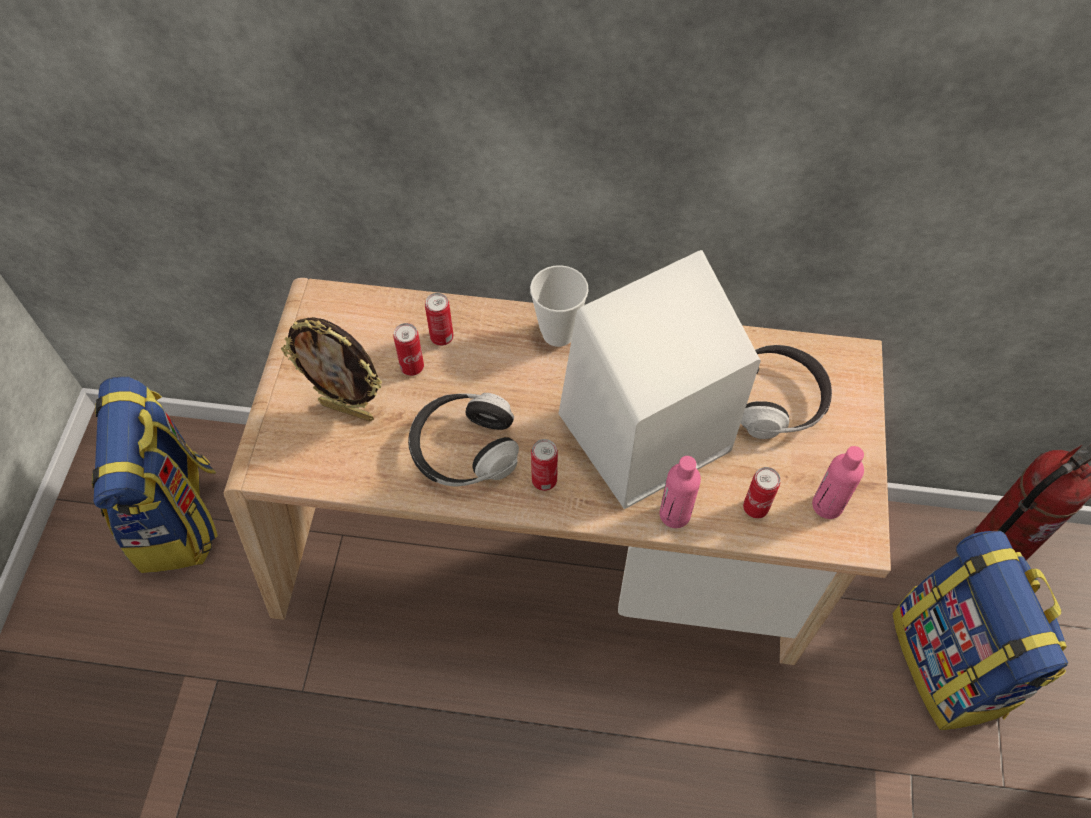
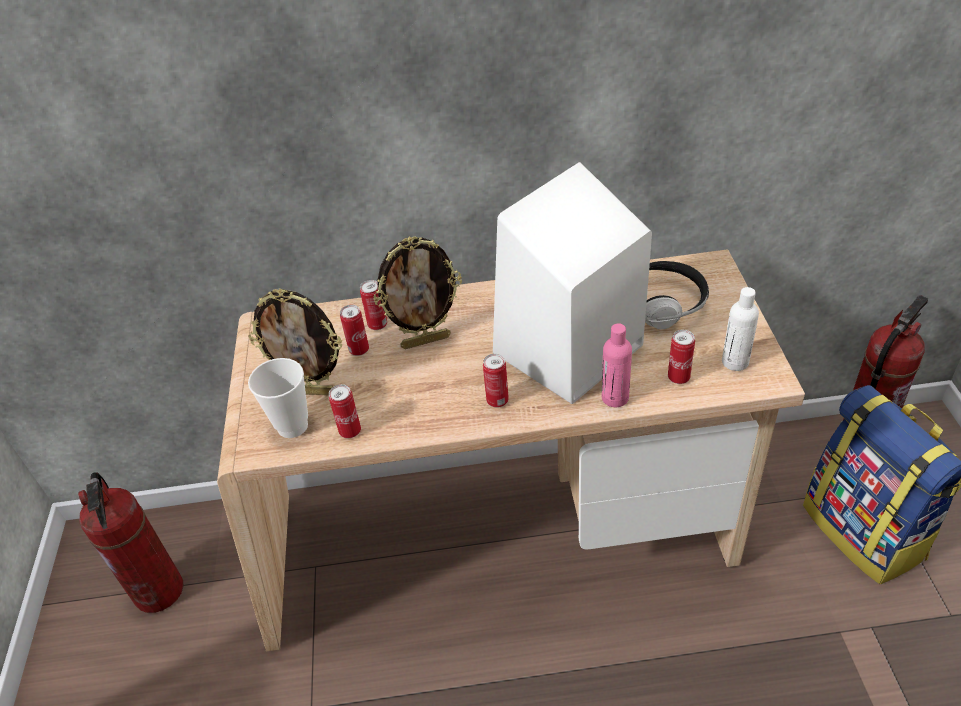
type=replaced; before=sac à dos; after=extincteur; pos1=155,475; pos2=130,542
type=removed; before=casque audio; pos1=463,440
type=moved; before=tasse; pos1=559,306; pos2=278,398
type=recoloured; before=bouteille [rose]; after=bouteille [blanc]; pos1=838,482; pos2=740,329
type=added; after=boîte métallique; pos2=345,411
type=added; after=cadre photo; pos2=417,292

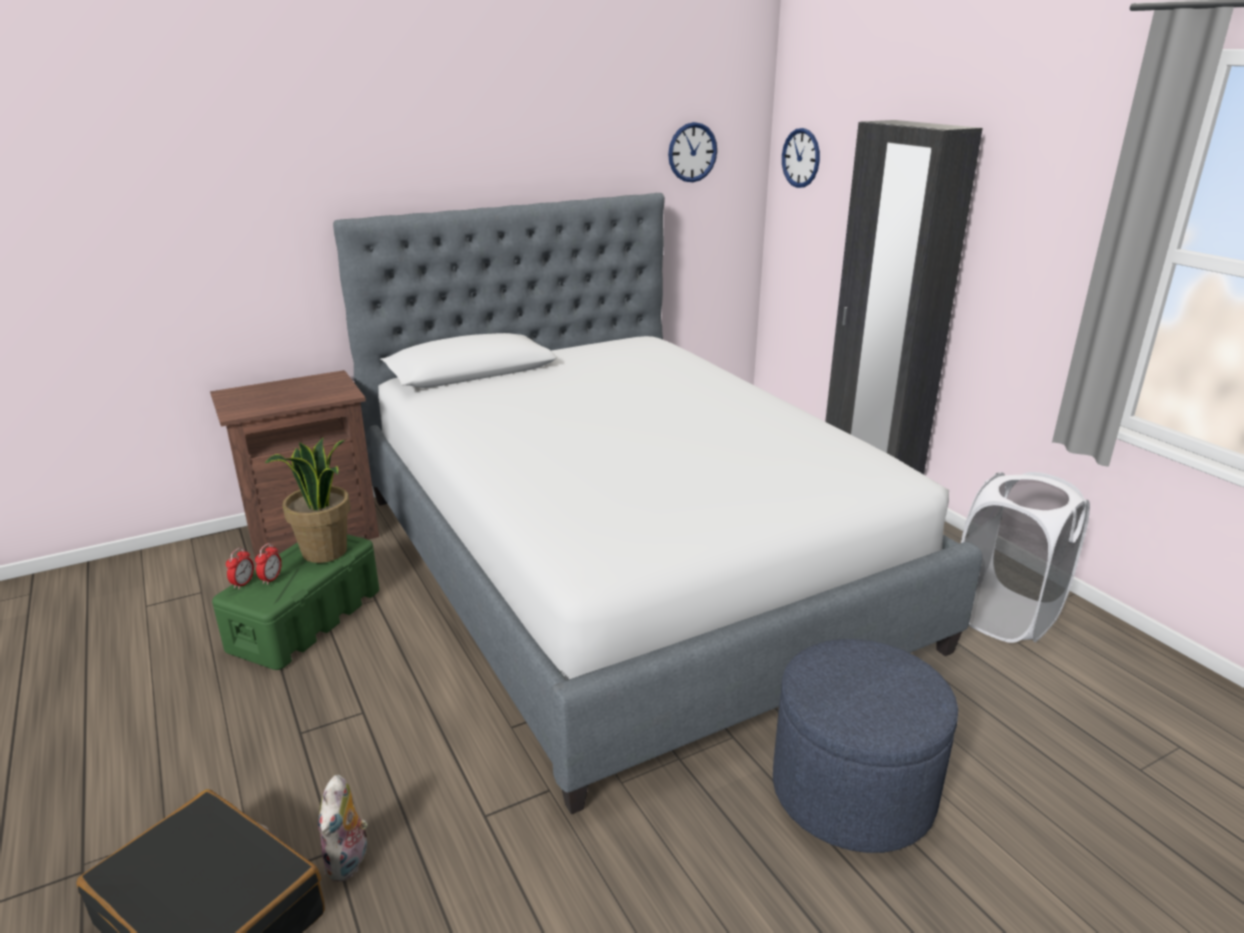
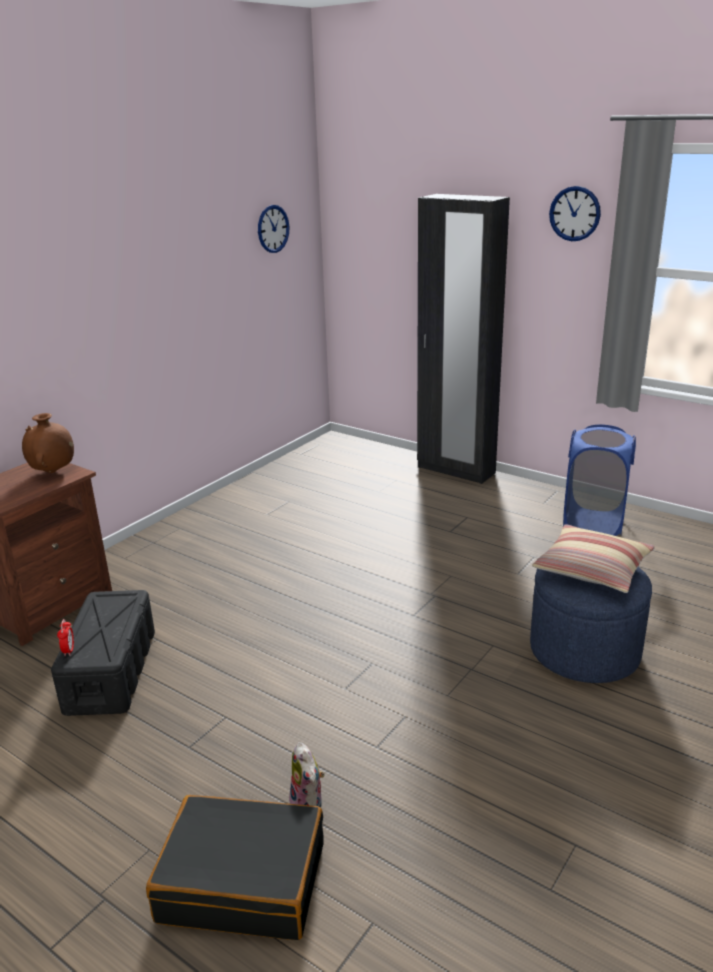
type=recoloured; before=boîte de rangement [vert]; after=boîte de rangement [noir]; pos1=295,602; pos2=103,653
type=removed; before=réveil; pos1=268,564
type=removed; before=plante en pot; pos1=307,500
type=removed; before=lit; pos1=657,503
type=moved; before=horloge murale; pos1=801,158; pos2=575,213
type=recoloured; before=panier à linge [blanc]; after=panier à linge [bleu]; pos1=1025,557; pos2=599,480
type=added; after=vase [marron]; pos2=48,443
type=added; after=coussin; pos2=593,558

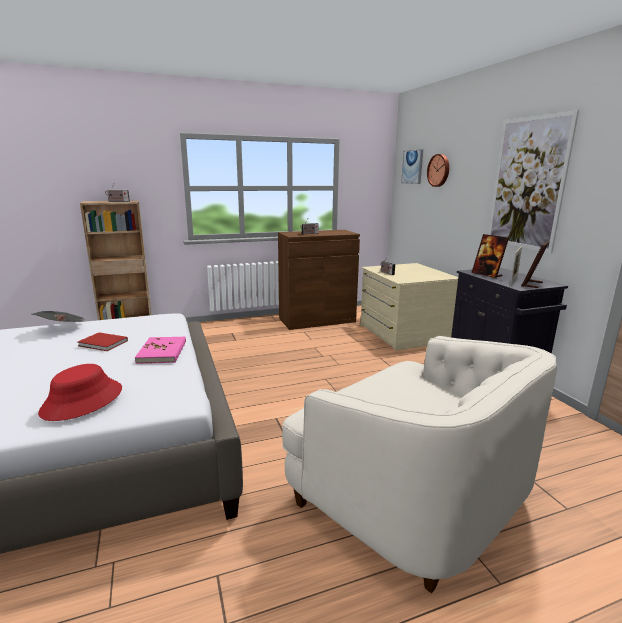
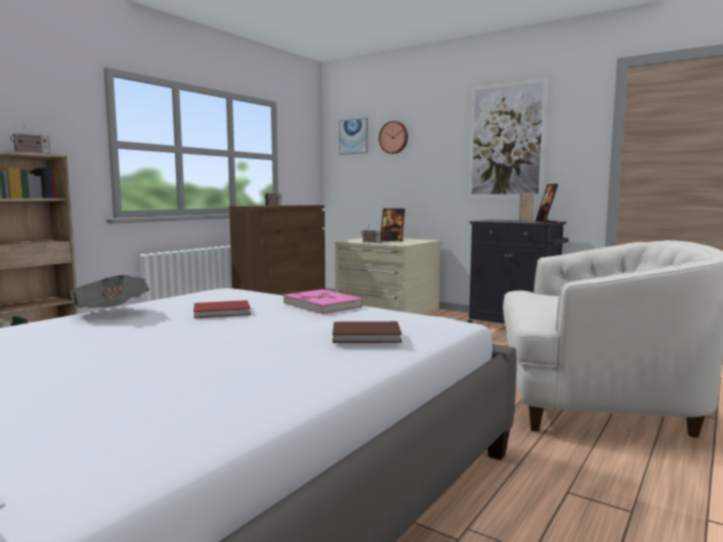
type=replaced; before=chapeau [rouge]; after=livre [marron]; pos1=80,392; pos2=367,332
type=moved; before=cadre photo; pos1=490,256; pos2=393,225

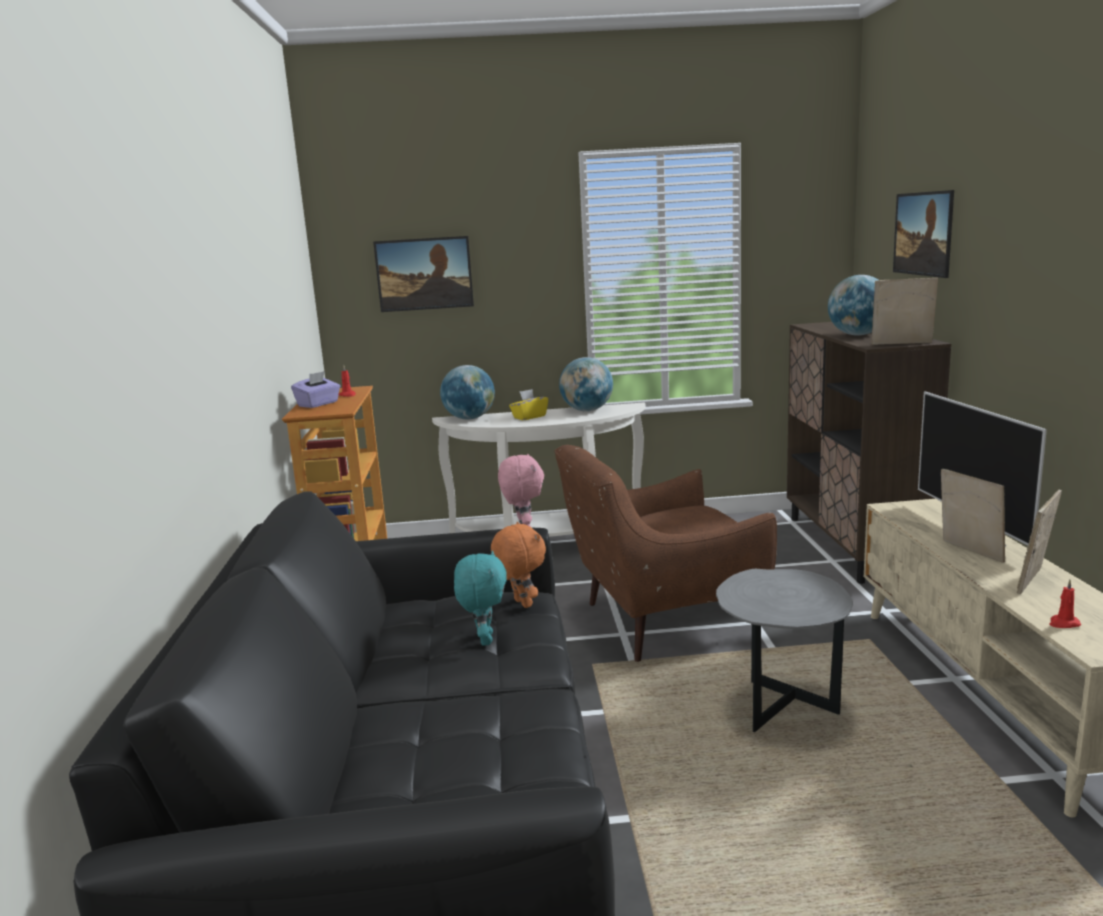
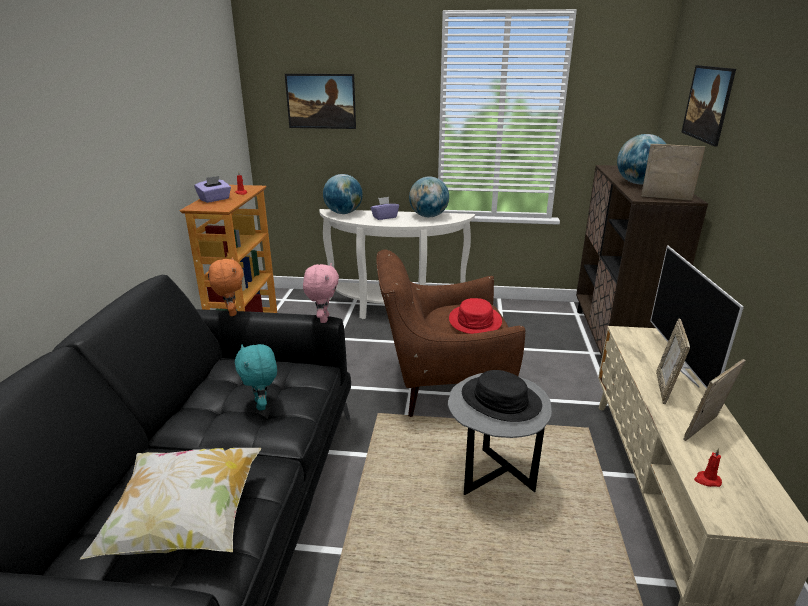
type=turned; before=peluche [turquoise]; pos1=480,598; pos2=256,377; turn=150
type=moved; before=peluche [orange]; pos1=518,565; pos2=226,286
type=recoloured; before=boîte à mouchoirs [jaune]; after=boîte à mouchoirs [violet]; pos1=528,404; pos2=384,208
type=turned; before=cadre photo; pos1=973,516; pos2=673,361; turn=-150
type=added; after=coussin; pos2=170,504
type=added; after=chapeau [rouge]; pos2=475,316
type=added; after=chapeau [noir]; pos2=502,396

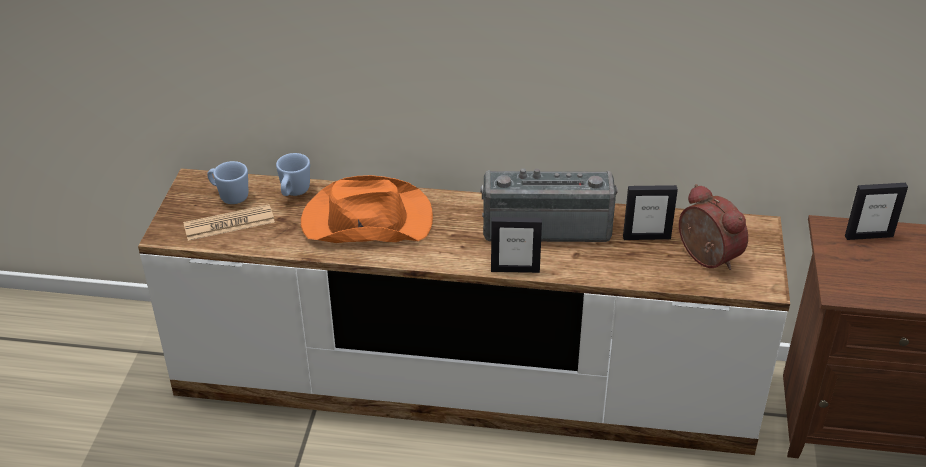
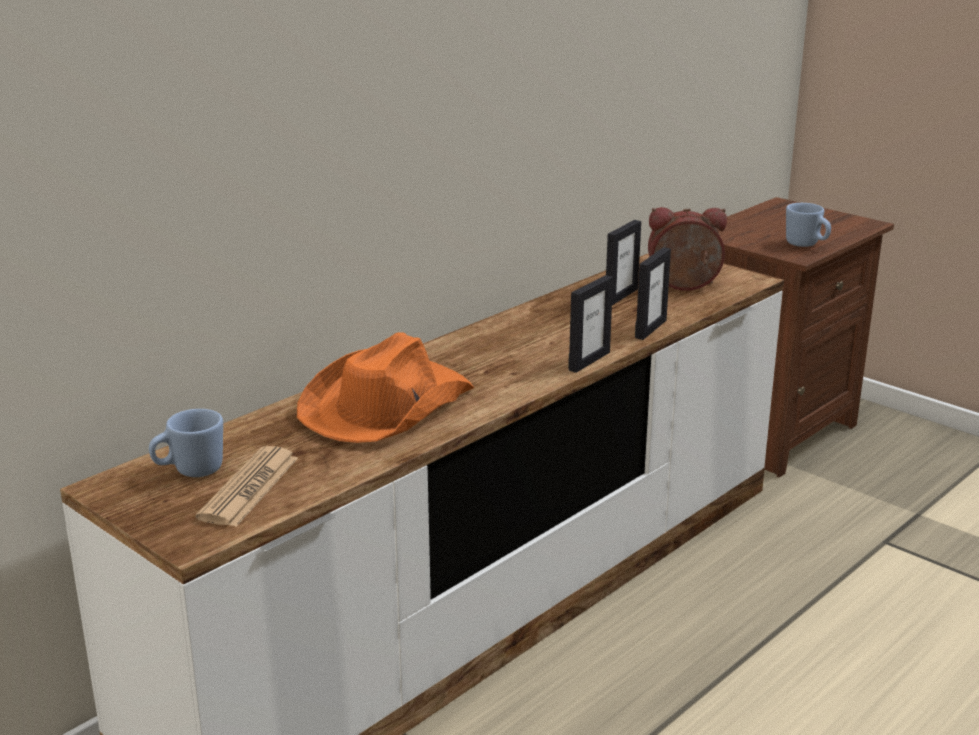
type=moved; before=mug [bleu]; pos1=293,174; pos2=808,225
type=removed; before=radio; pos1=549,205
type=moved; before=cadre photo; pos1=876,211; pos2=653,293

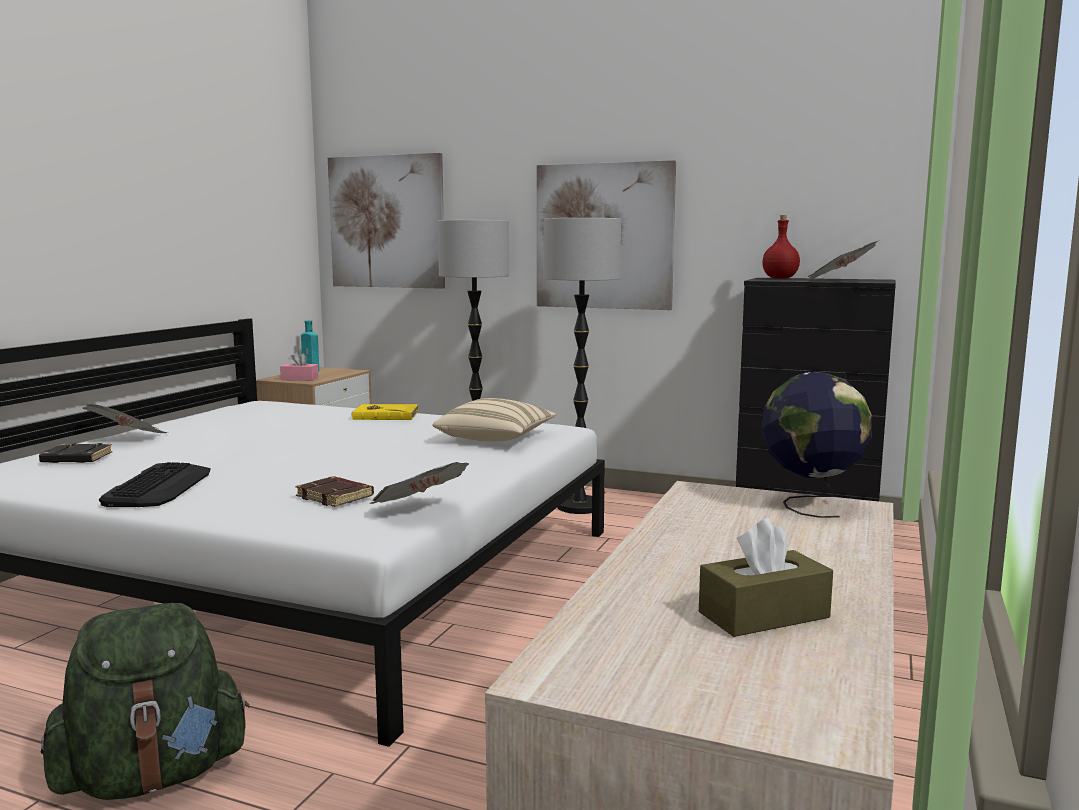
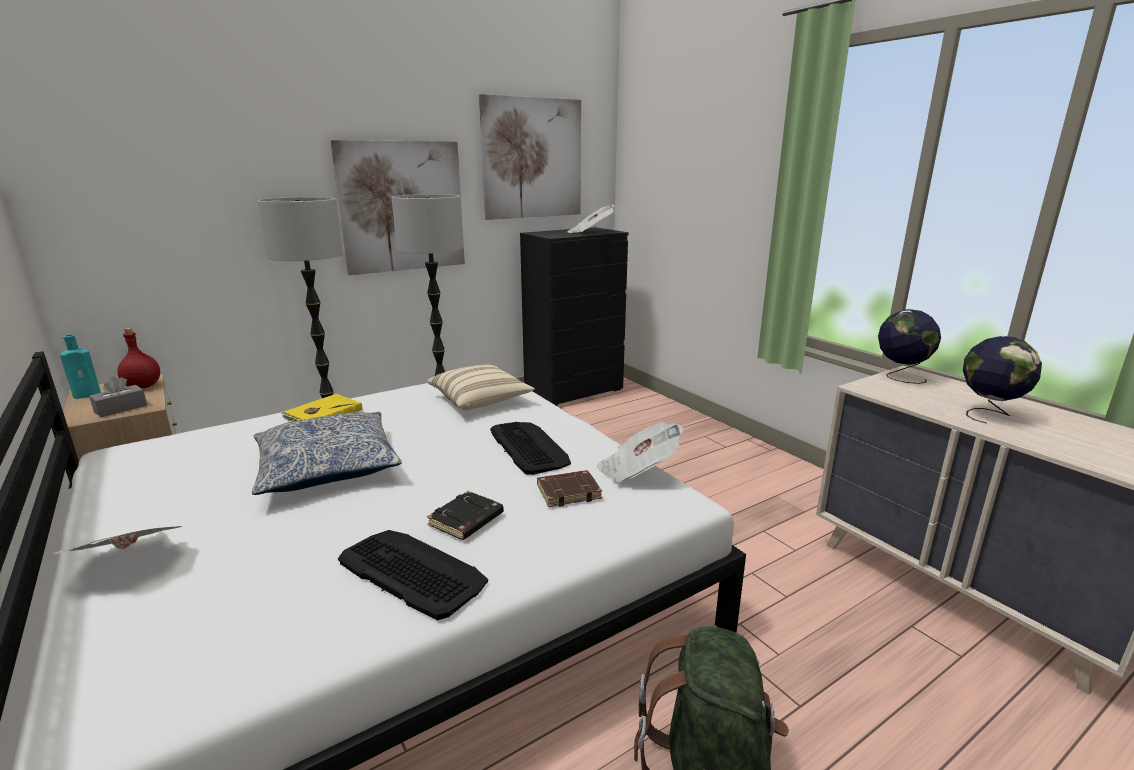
type=moved; before=livre [noir]; pos1=75,453; pos2=465,515
type=recoloured; before=boîte à mouchoirs [rose]; after=boîte à mouchoirs [gris]; pos1=299,366; pos2=118,397
type=moved; before=tableau; pos1=386,221; pos2=530,157
type=removed; before=boîte à mouchoirs [marron]; pos1=766,577
type=moved; before=bouteille [rouge]; pos1=781,247; pos2=138,358
type=added; after=coussin; pos2=327,453
type=added; after=clavier; pos2=530,448
type=added; after=globe; pos2=1002,380

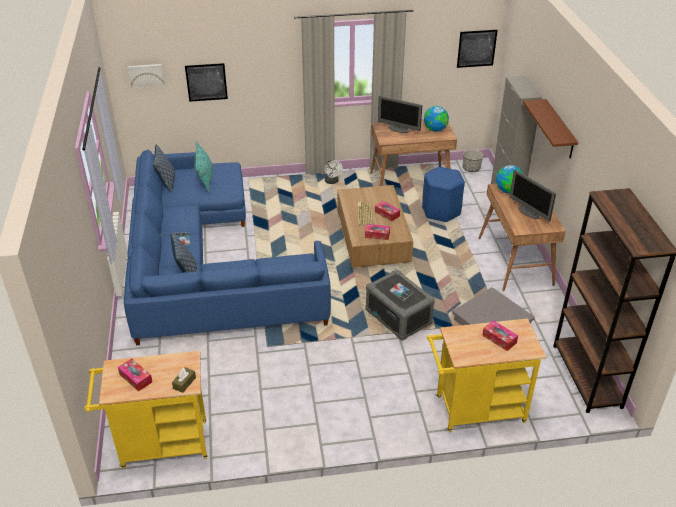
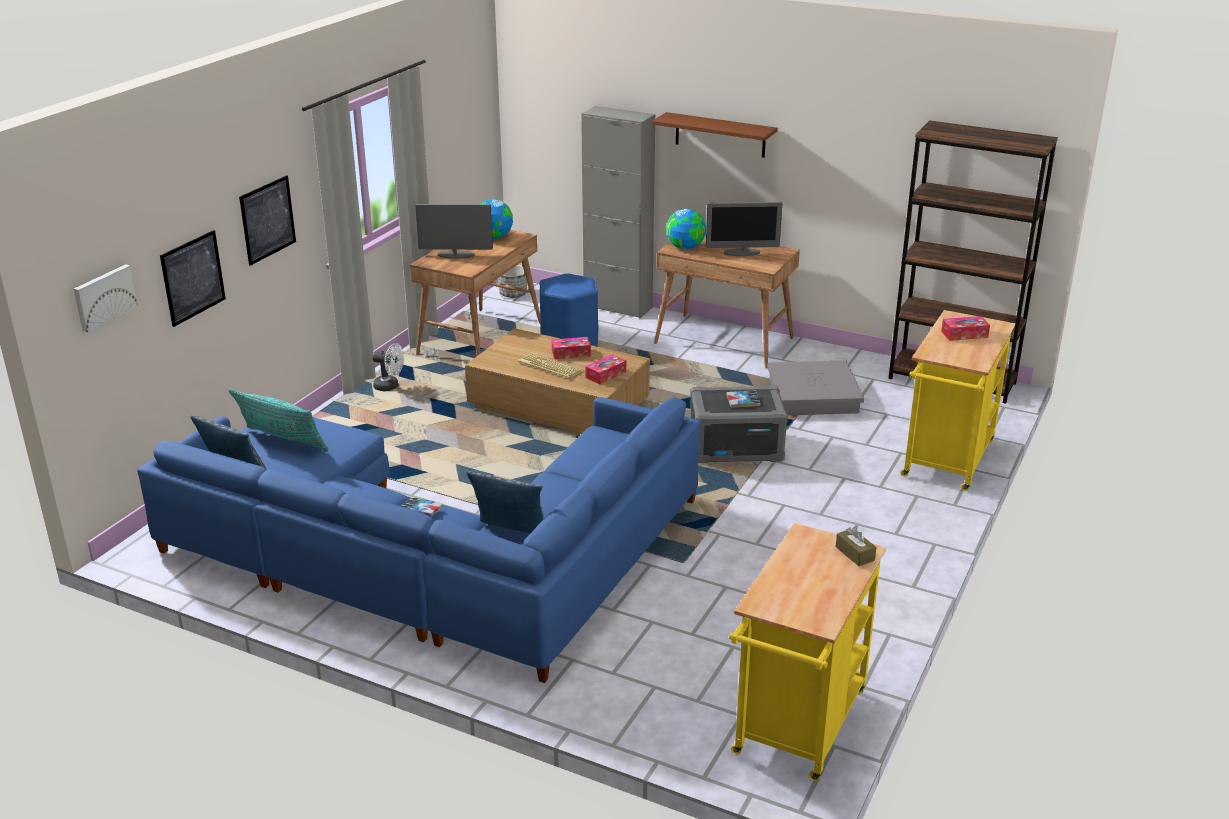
type=removed; before=boîte à mouchoirs; pos1=135,375
type=turned; before=écran d'ordinateur; pos1=400,114; pos2=454,231; turn=-150
type=moved; before=tableau; pos1=477,49; pos2=267,220

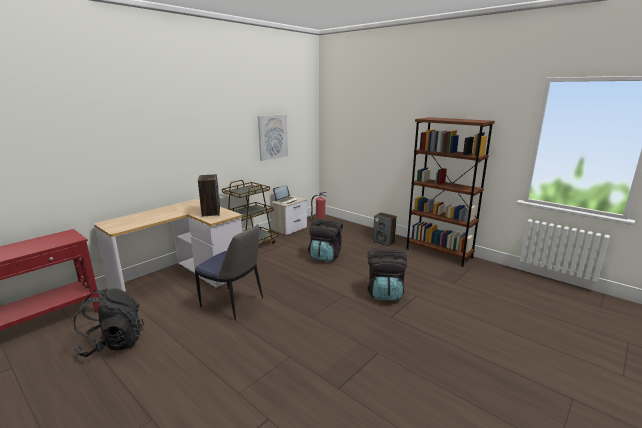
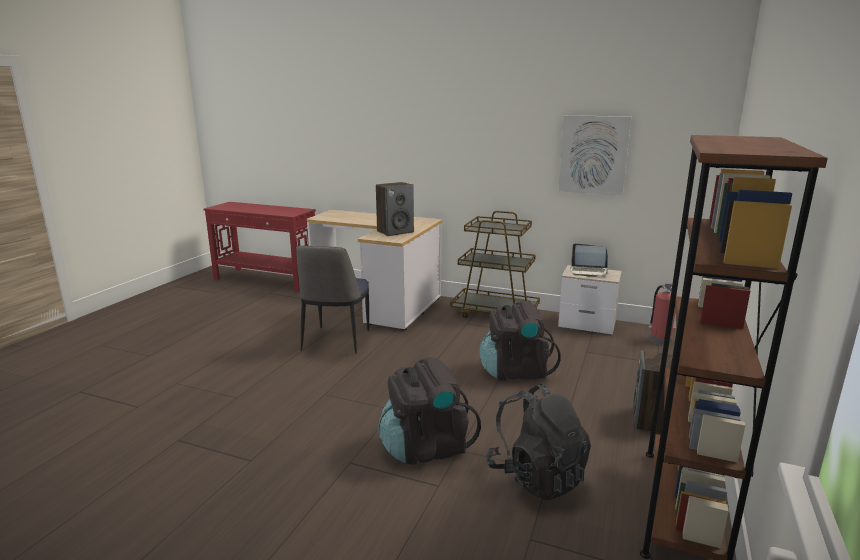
type=moved; before=sac à dos [noir]; pos1=108,322; pos2=538,442

